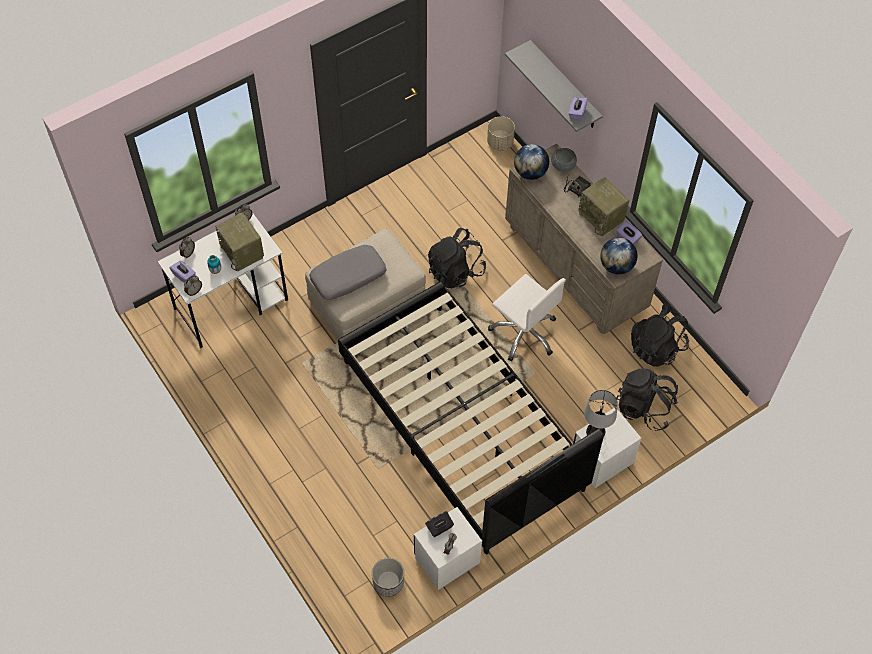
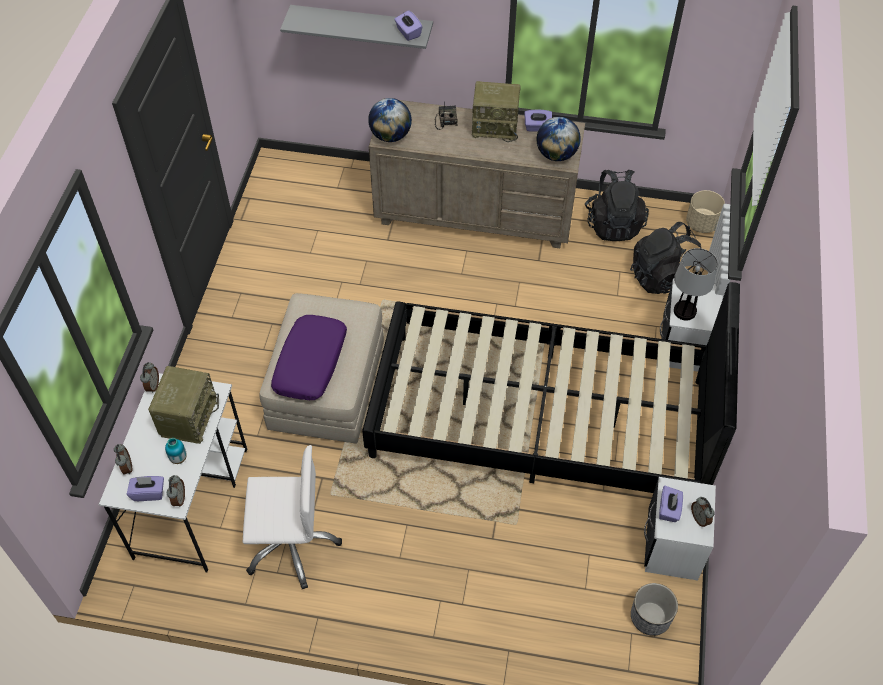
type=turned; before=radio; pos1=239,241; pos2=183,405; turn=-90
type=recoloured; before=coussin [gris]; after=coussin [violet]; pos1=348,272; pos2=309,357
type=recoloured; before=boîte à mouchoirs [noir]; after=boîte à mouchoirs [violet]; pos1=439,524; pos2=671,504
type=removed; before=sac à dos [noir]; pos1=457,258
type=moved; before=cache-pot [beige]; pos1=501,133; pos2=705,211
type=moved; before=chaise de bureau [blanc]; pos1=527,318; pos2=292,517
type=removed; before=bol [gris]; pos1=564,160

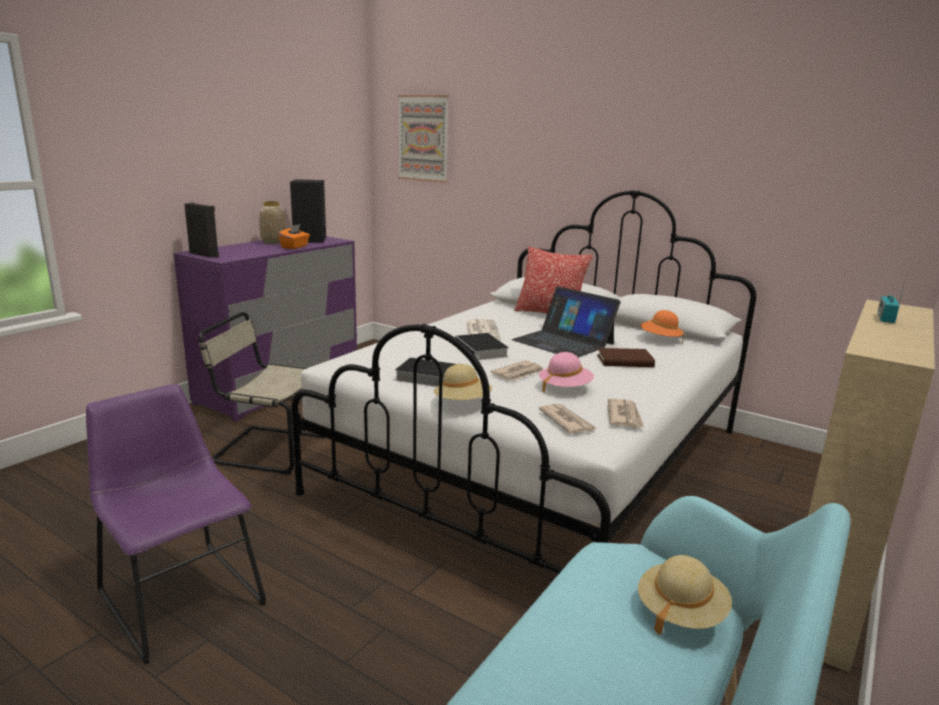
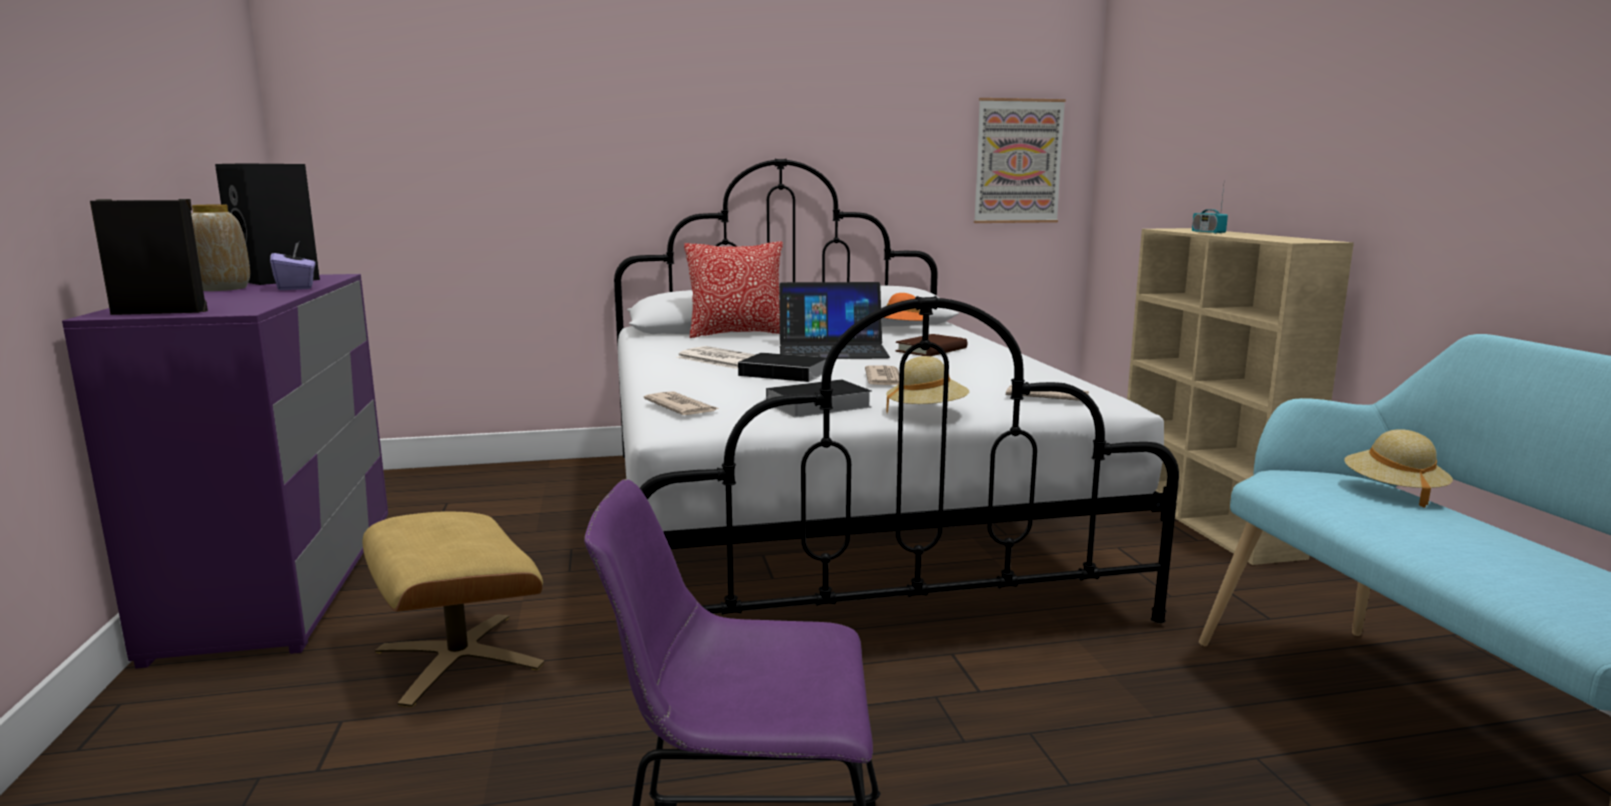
type=replaced; before=chaise [beige]; after=pouf [beige]; pos1=262,393; pos2=453,609
type=recoloured; before=boîte à mouchoirs [orange]; after=boîte à mouchoirs [violet]; pos1=294,236; pos2=292,266
type=moved; before=tableau; pos1=423,139; pos2=1020,160
type=removed; before=chapeau [rose]; pos1=566,372
type=moved; before=journal; pos1=626,413; pos2=682,403

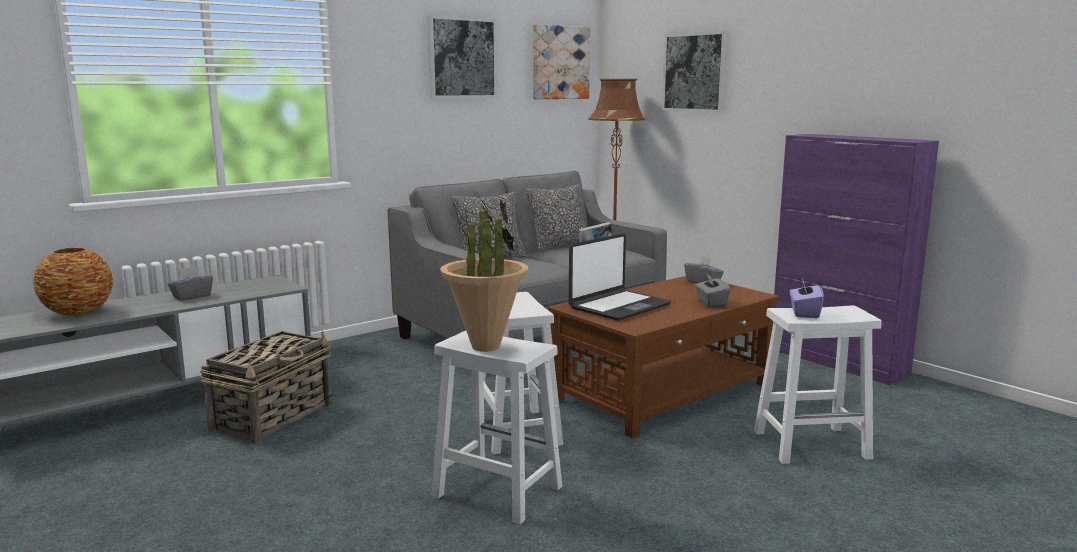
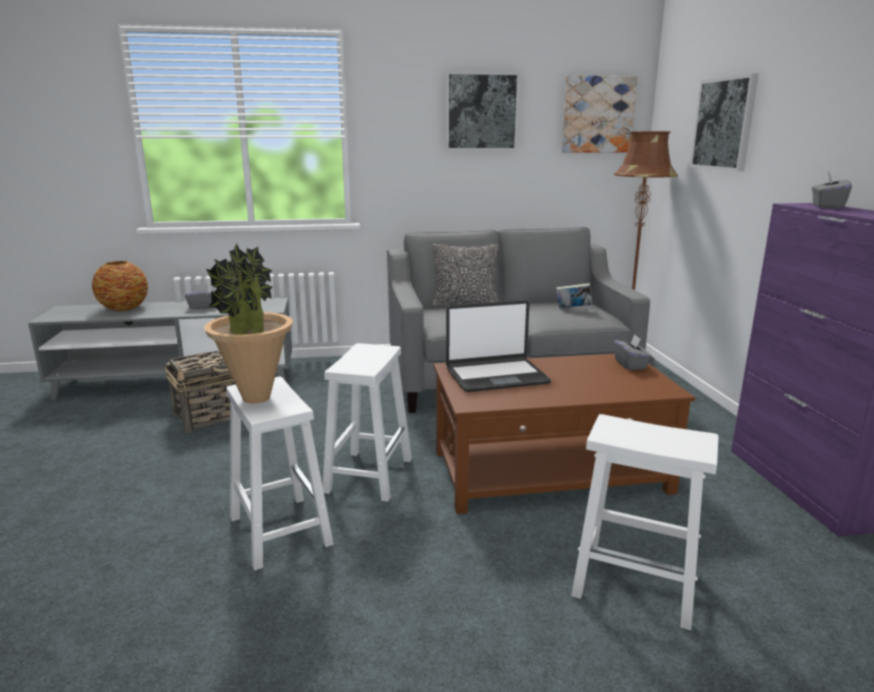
type=removed; before=coussin; pos1=556,218
type=moved; before=boîte à mouchoirs [gris]; pos1=713,289; pos2=832,190
type=removed; before=boîte à mouchoirs [violet]; pos1=807,298

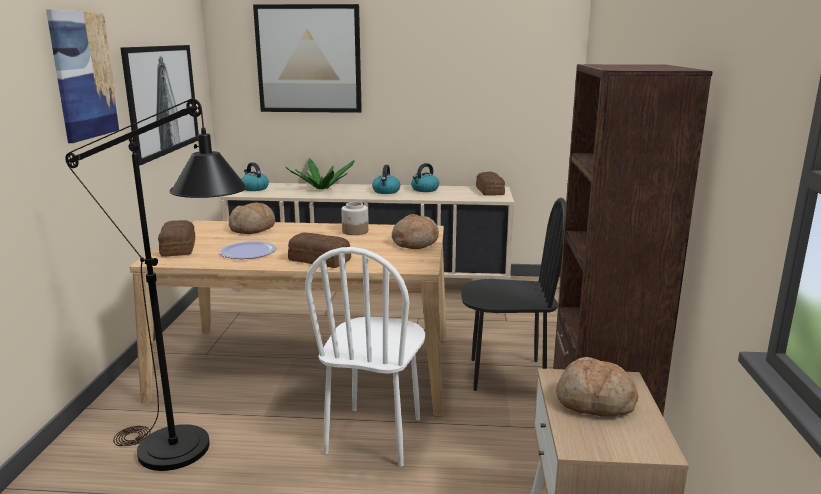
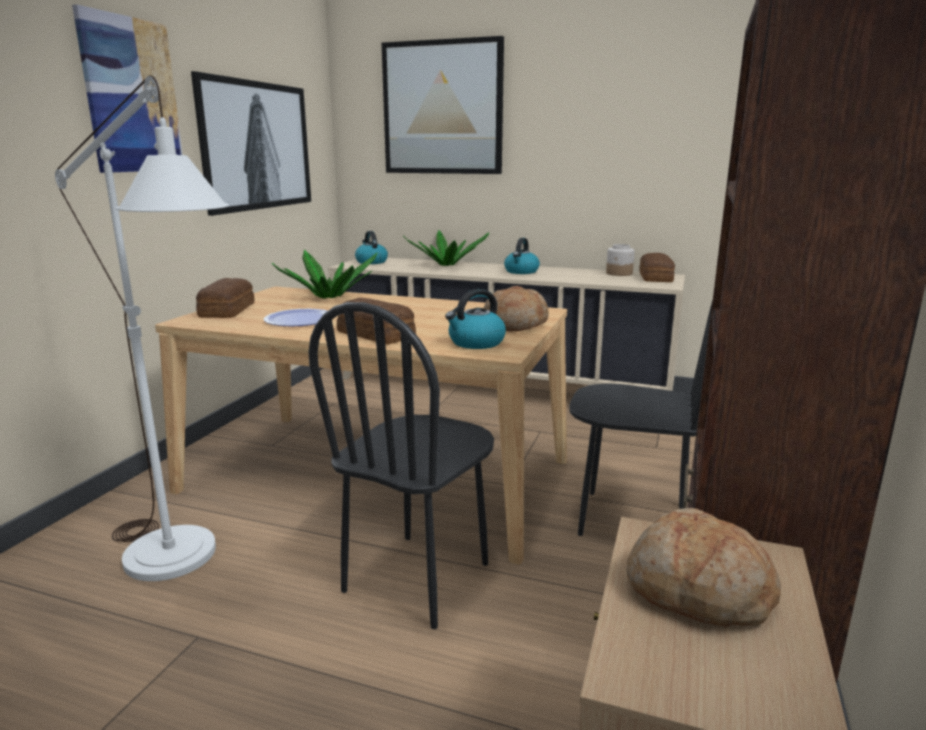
type=recoloured; before=lampadaire [noir]; after=lampadaire [blanc]; pos1=156,284; pos2=142,328
type=replaced; before=pain; after=plante en pot; pos1=252,218; pos2=324,274
type=recoloured; before=chaise [blanc]; after=chaise [noir]; pos1=365,356; pos2=401,465
type=moved; before=bocal; pos1=354,218; pos2=620,260
type=moved; before=bouilloire; pos1=425,177; pos2=475,319

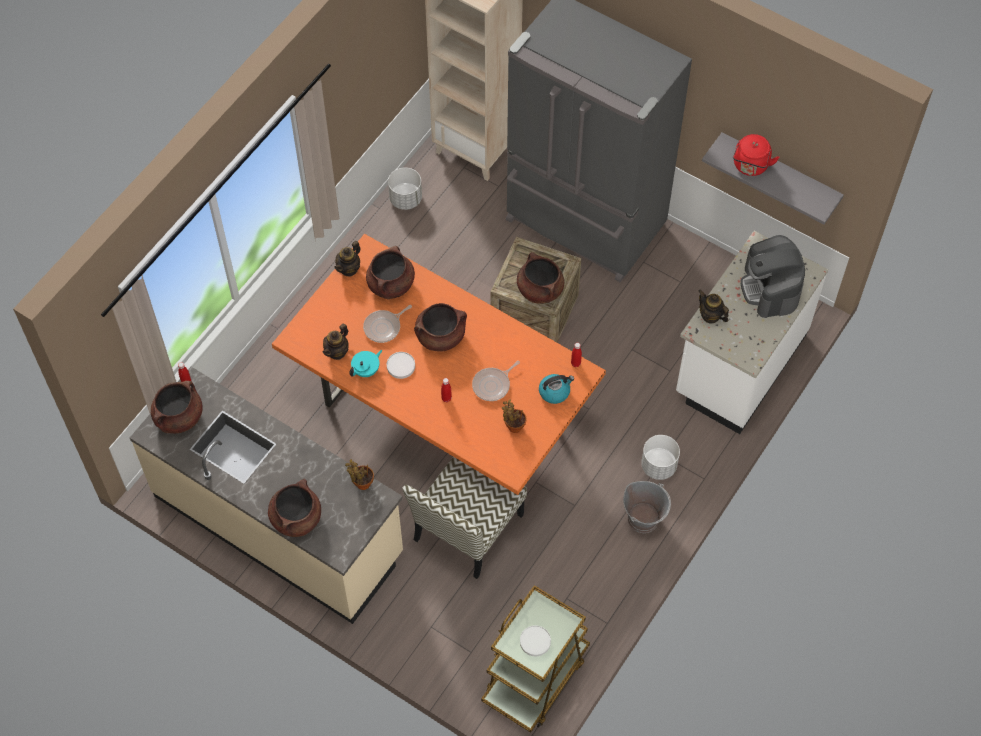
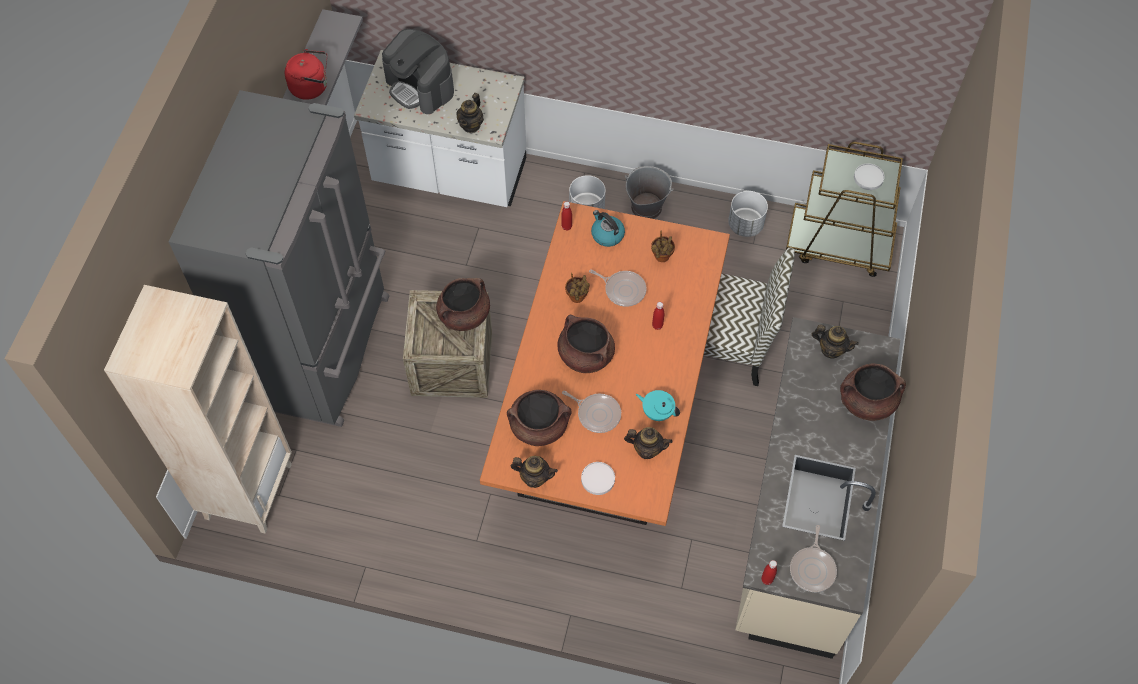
type=replaced; before=marmite [marron]; after=poêle; pos1=177,407; pos2=813,558
type=moved; before=plante en pot; pos1=359,474; pos2=577,288
type=moved; before=assiette [blanc]; pos1=401,365; pos2=598,478
type=moved; before=cache-pot [blanc]; pos1=405,188; pos2=748,214
type=turned; before=machine à café; pos1=773,276; pos2=418,71; turn=75
type=added; after=théière; pos2=835,342

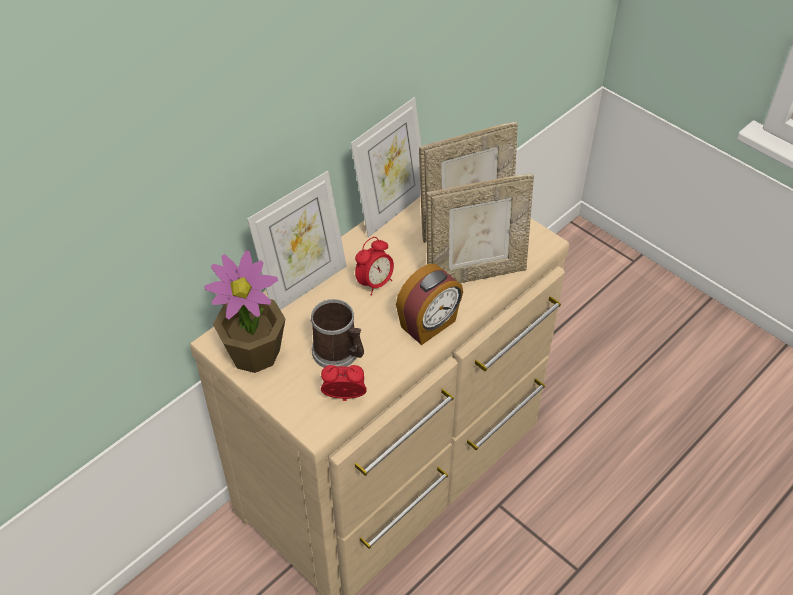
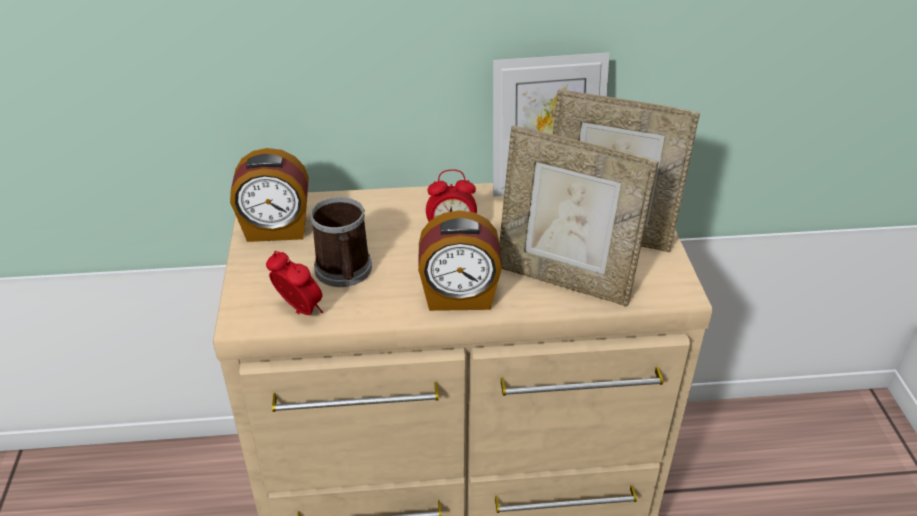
type=replaced; before=plante en pot; after=réveil; pos1=244,311; pos2=269,195
type=removed; before=cadre photo; pos1=297,240

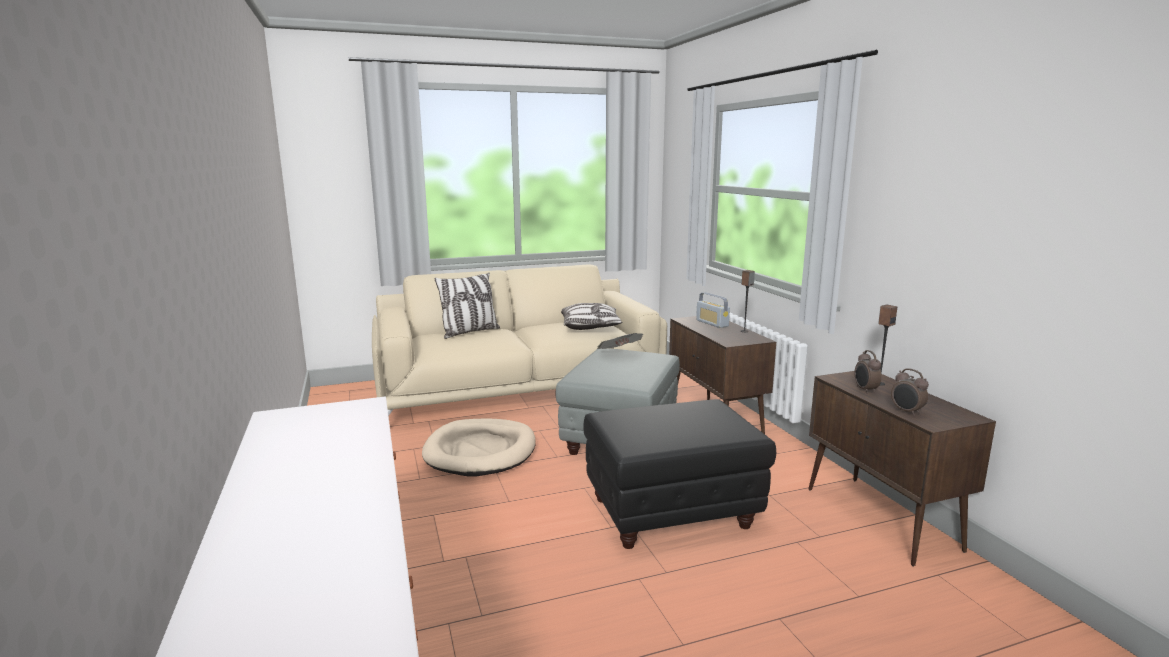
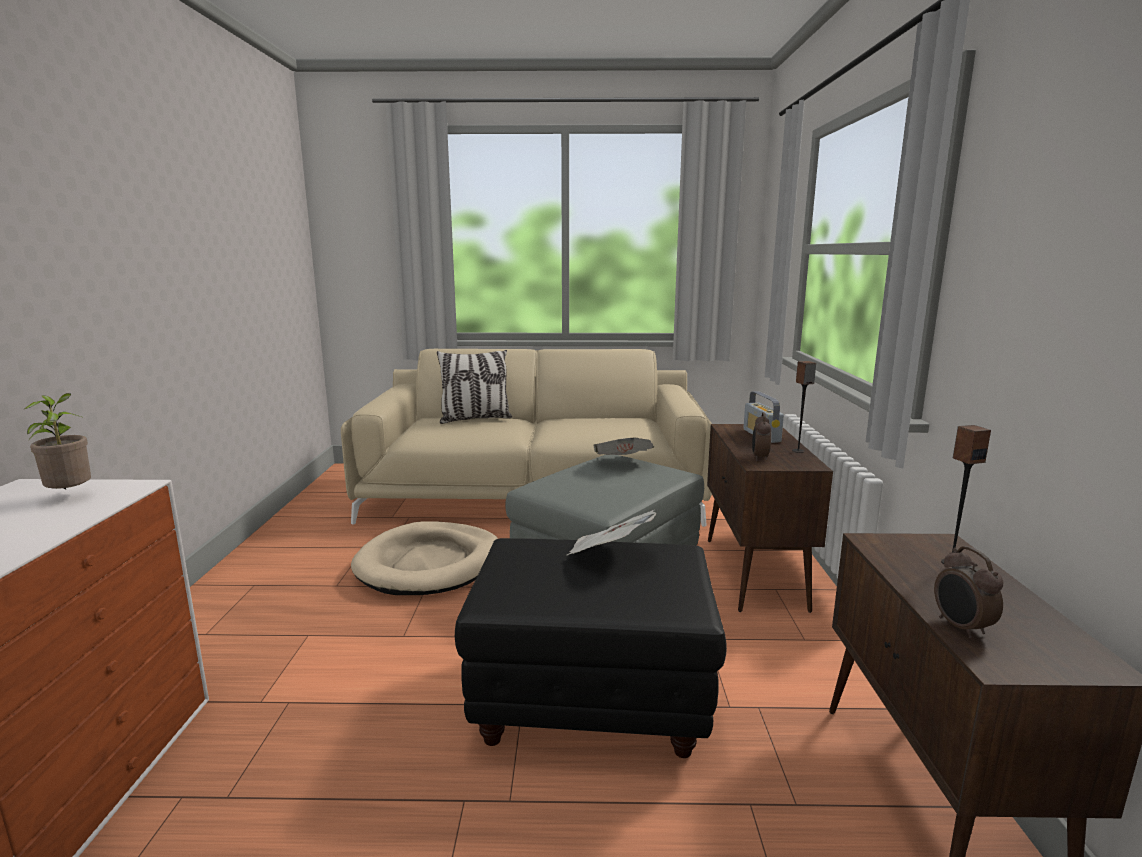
type=removed; before=coussin; pos1=592,316
type=moved; before=réveil; pos1=868,372; pos2=761,436
type=added; after=plante en pot; pos2=57,441
type=added; after=journal; pos2=611,532

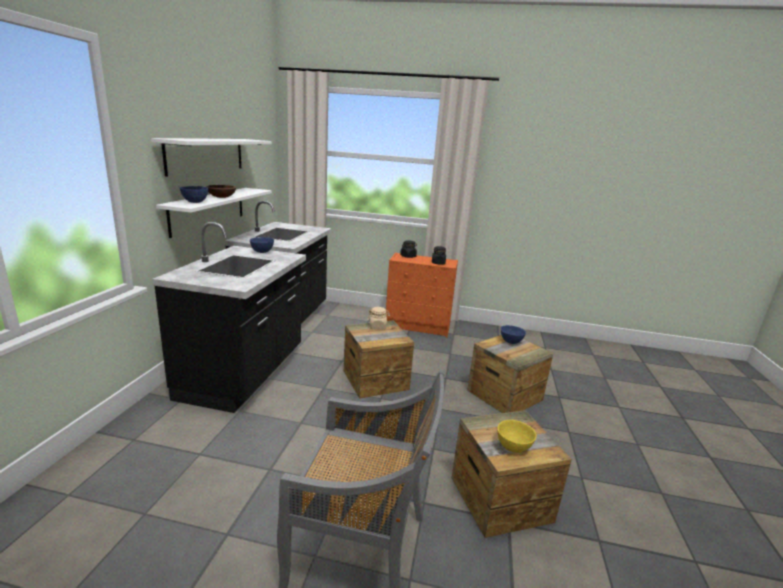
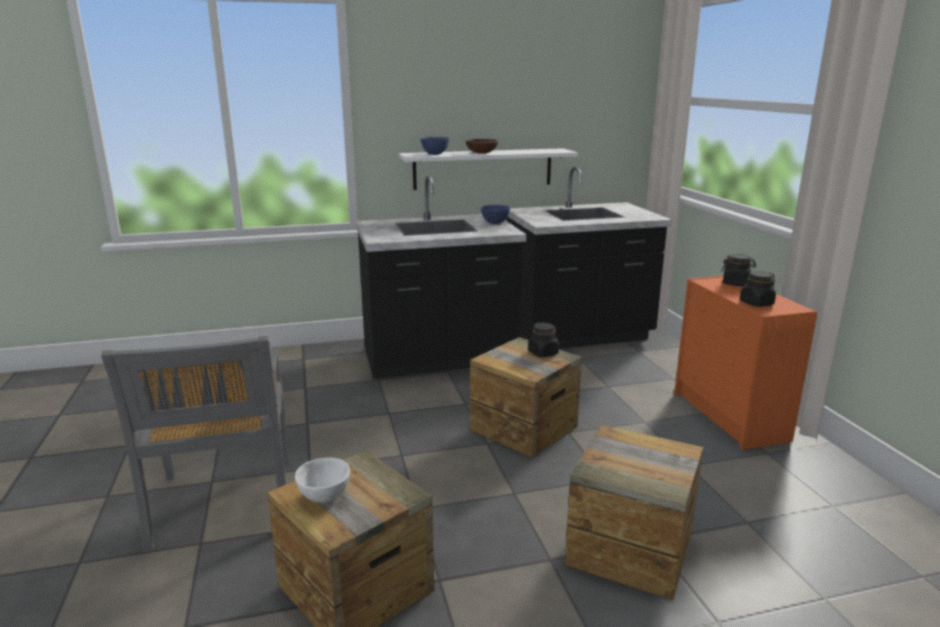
type=removed; before=étagère [blanc]; pos1=211,157
type=recoloured; before=bocal [beige]; after=bocal [noir]; pos1=379,318; pos2=543,340
type=recoloured; before=bol [jaune]; after=bol [blanc]; pos1=517,436; pos2=322,480
type=removed; before=bol [bleu]; pos1=513,334

